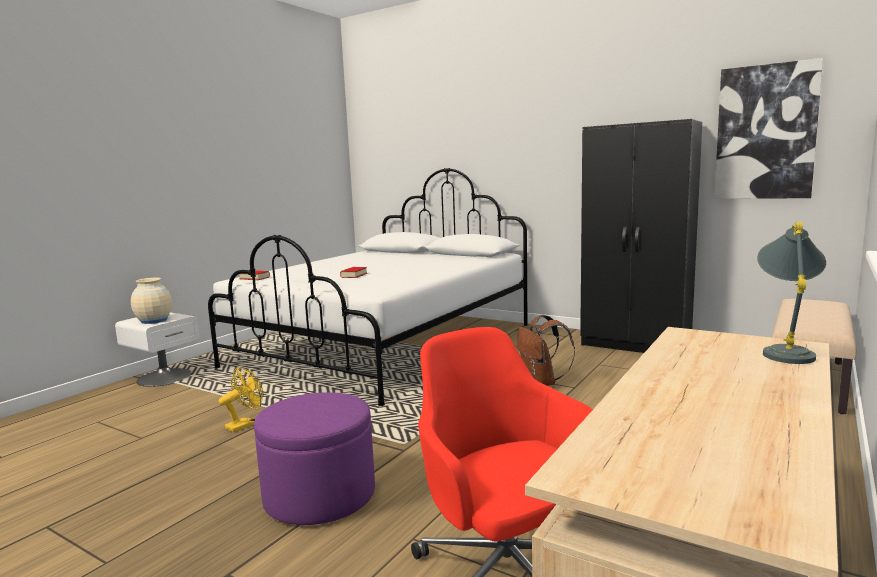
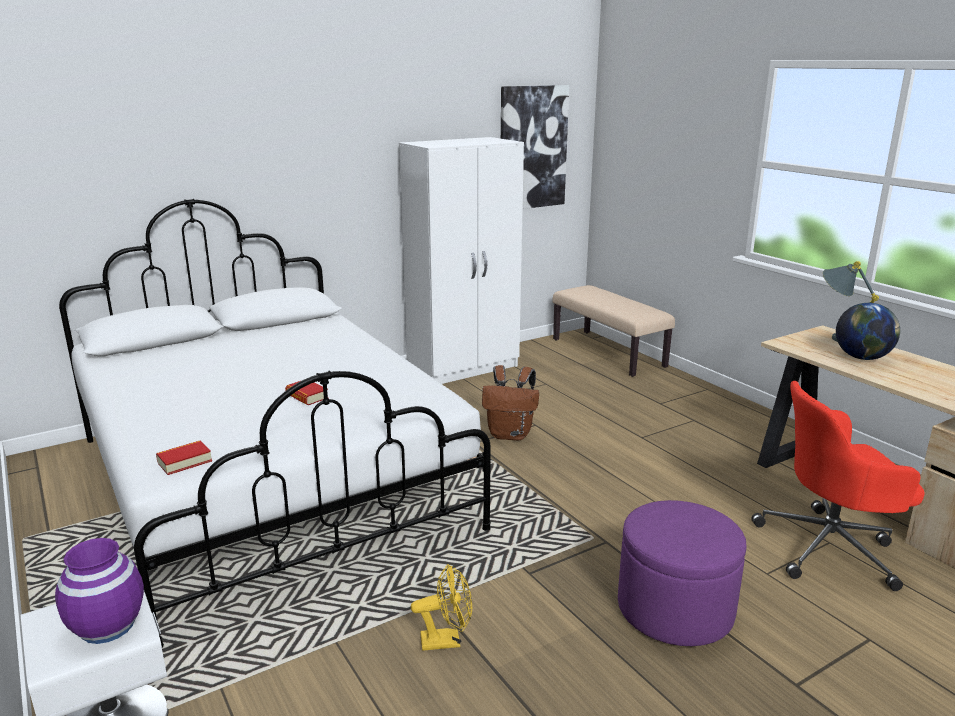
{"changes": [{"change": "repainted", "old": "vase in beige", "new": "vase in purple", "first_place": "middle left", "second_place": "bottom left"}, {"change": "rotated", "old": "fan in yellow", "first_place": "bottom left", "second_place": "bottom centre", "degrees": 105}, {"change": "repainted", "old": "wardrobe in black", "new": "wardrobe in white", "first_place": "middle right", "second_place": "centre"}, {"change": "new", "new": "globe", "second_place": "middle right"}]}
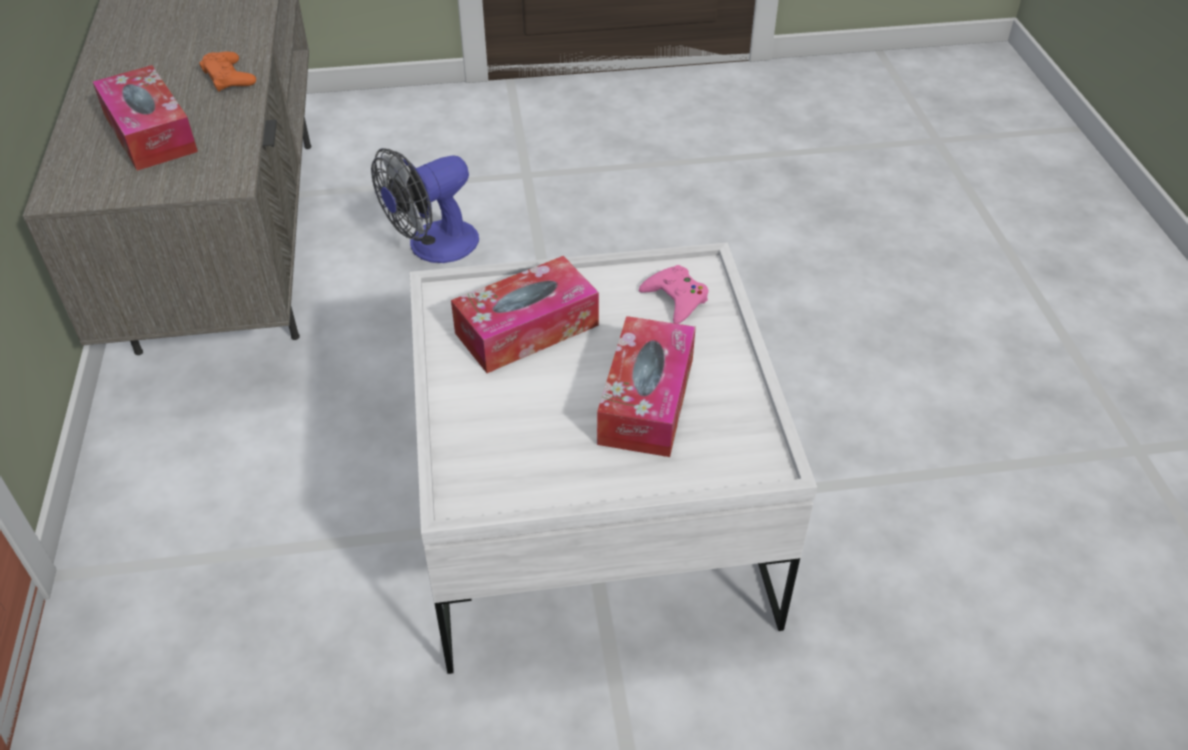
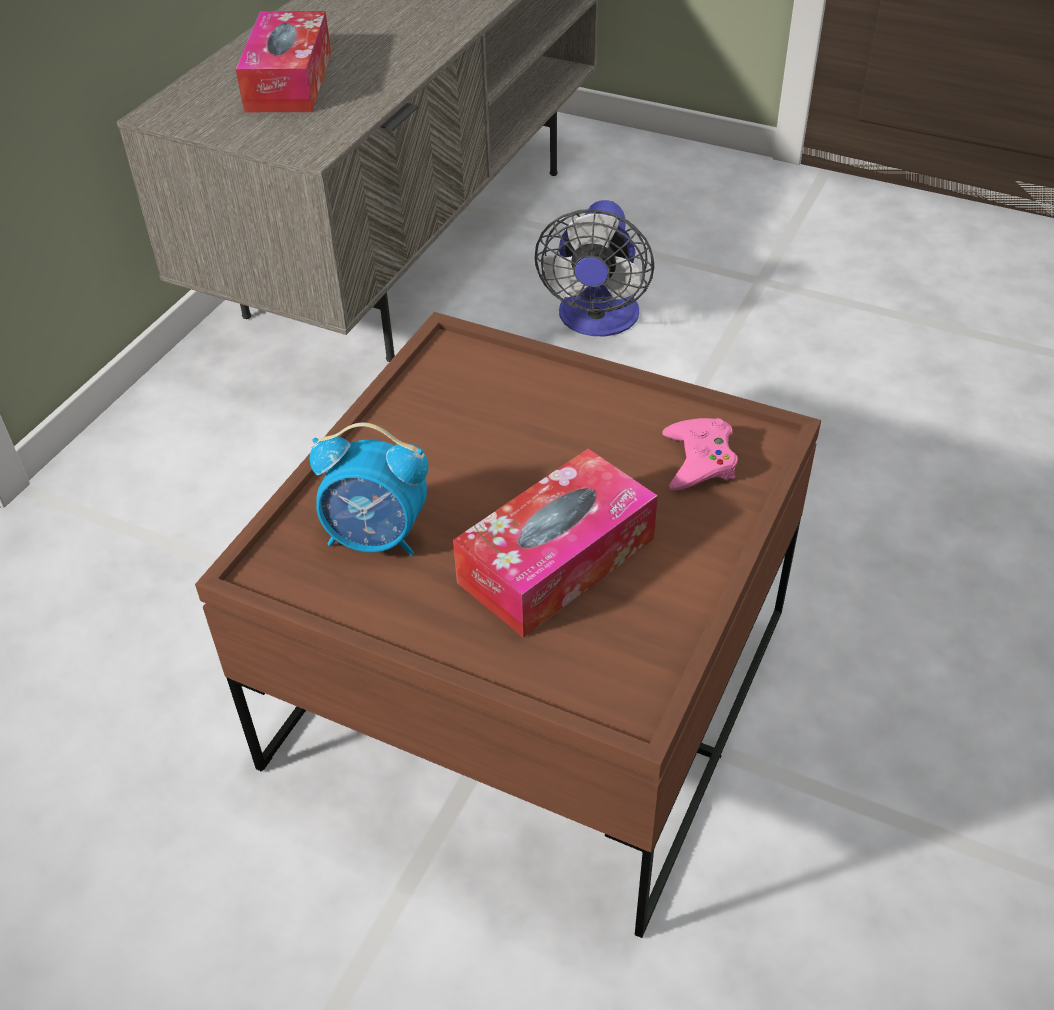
{"changes": [{"change": "gone", "old": "game controller in orange", "first_place": "top left"}, {"change": "rotated", "old": "fan", "first_place": "top centre", "second_place": "top centre", "degrees": -75}, {"change": "repainted", "old": "coffee table in white", "new": "coffee table in brown", "first_place": "centre", "second_place": "centre"}, {"change": "gone", "old": "tissue box (no. 2 from left)", "first_place": "centre"}, {"change": "new", "new": "alarm clock", "second_place": "centre"}]}
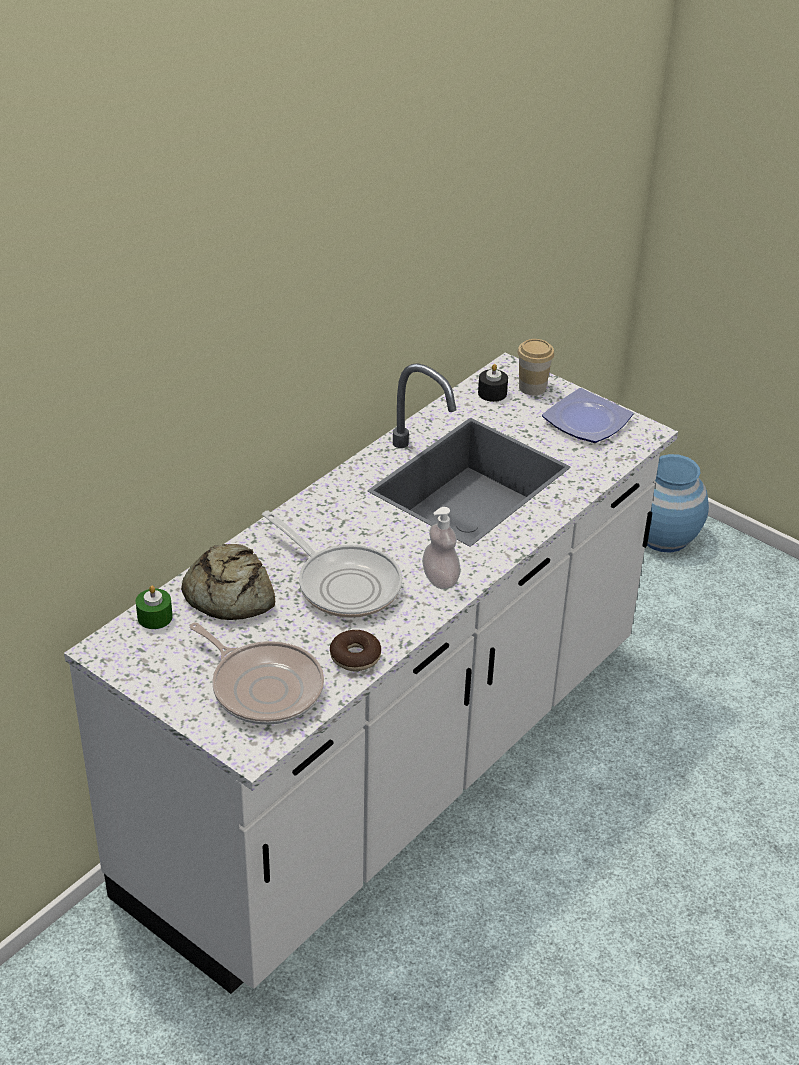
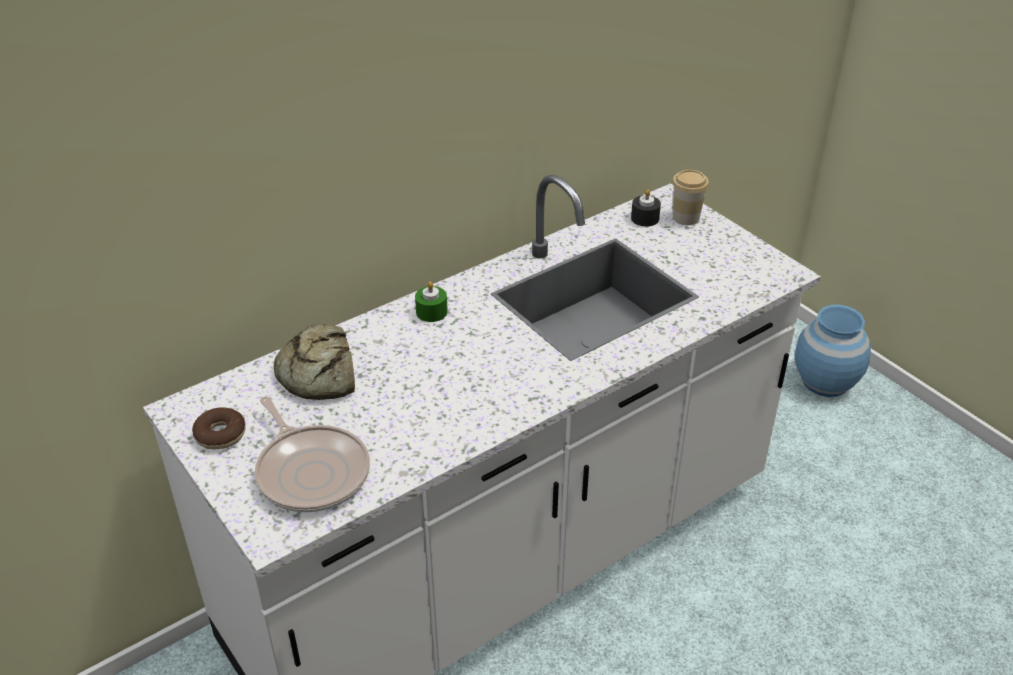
{"changes": [{"change": "shifted", "old": "candle in green", "first_place": "middle left", "second_place": "centre"}, {"change": "gone", "old": "frying pan (no. 2 from left)", "first_place": "centre"}, {"change": "shifted", "old": "donut", "first_place": "centre", "second_place": "middle left"}, {"change": "gone", "old": "soap dispenser", "first_place": "centre"}, {"change": "gone", "old": "plate", "first_place": "middle right"}]}
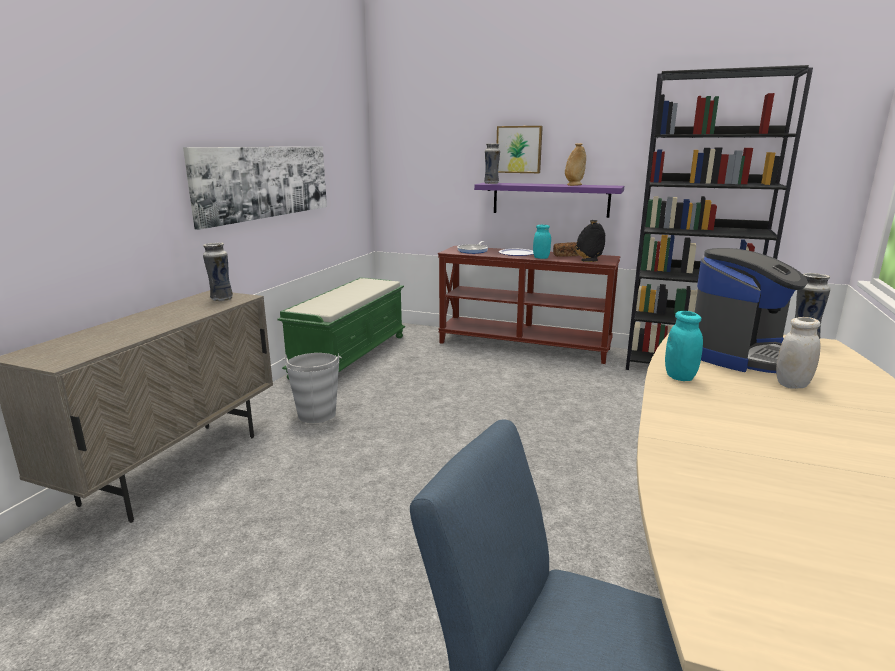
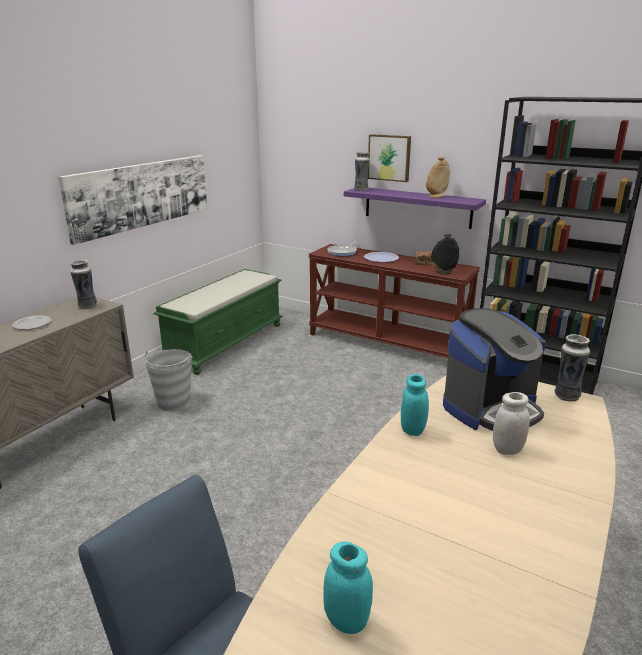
{"changes": [{"change": "shifted", "old": "jar in turquoise (no. 1 from left)", "first_place": "centre", "second_place": "bottom centre"}, {"change": "new", "new": "plate (no. 1 from left)", "second_place": "middle left"}]}
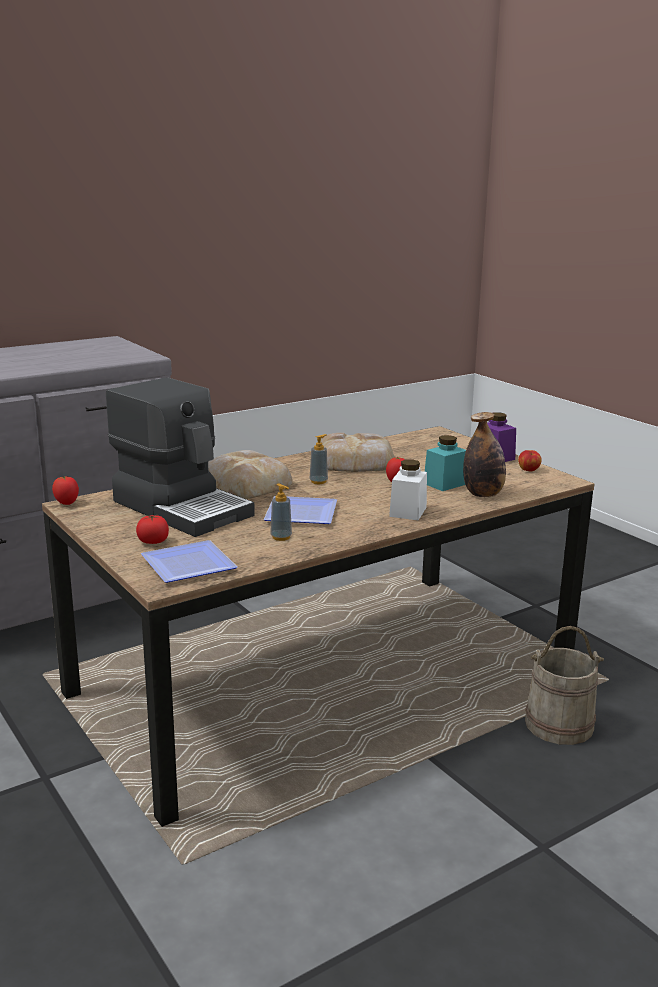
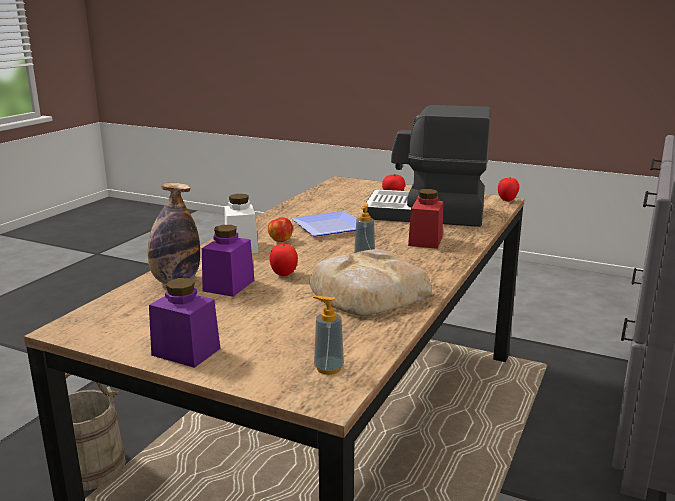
{"changes": [{"change": "gone", "old": "plate (no. 1 from left)", "first_place": "middle left"}, {"change": "swapped", "old": "bread (no. 1 from left)", "new": "jar in red", "first_place": "centre", "second_place": "centre"}, {"change": "shifted", "old": "soap dispenser (no. 1 from left)", "first_place": "centre", "second_place": "bottom centre"}, {"change": "repainted", "old": "jar in turquoise", "new": "jar in purple (no. 2 from left)", "first_place": "middle right", "second_place": "centre"}, {"change": "shifted", "old": "apple", "first_place": "middle right", "second_place": "centre"}]}
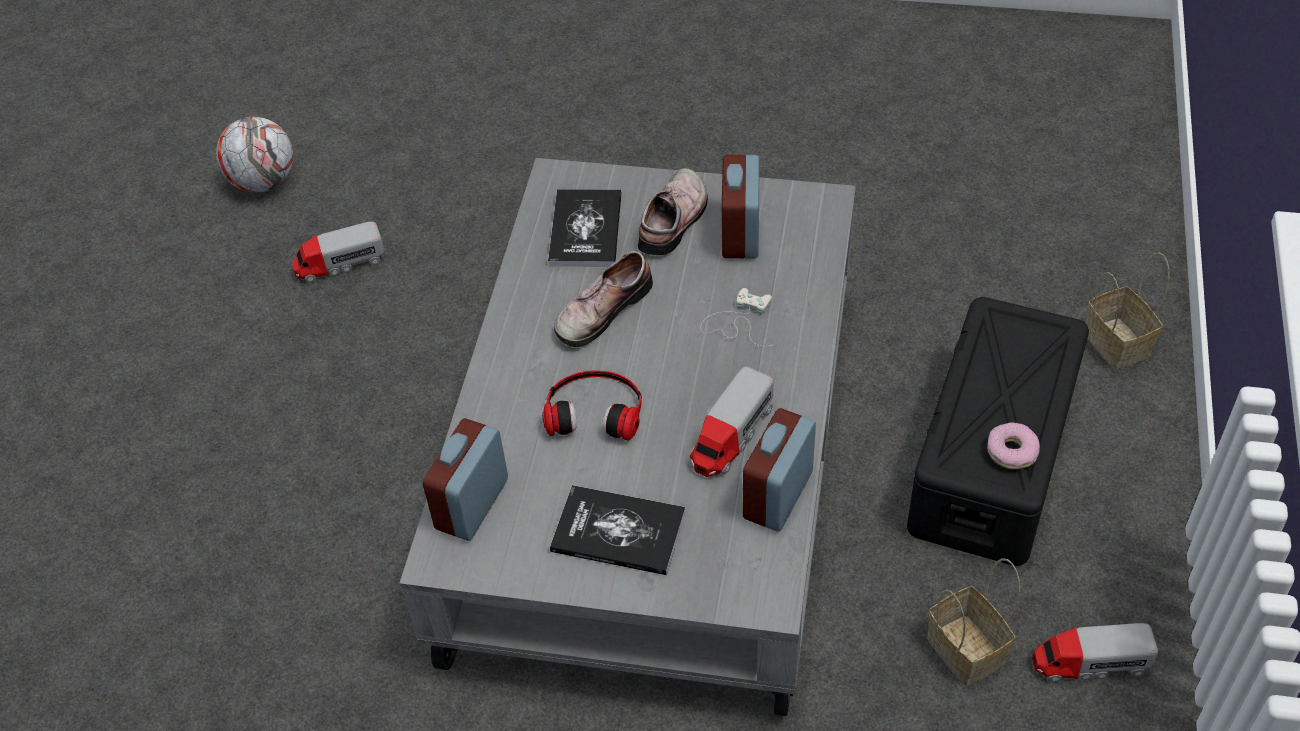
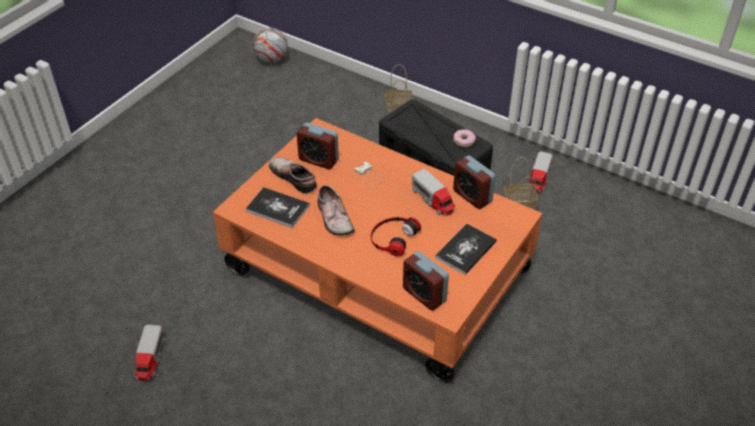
{"changes": [{"change": "shifted", "old": "football", "first_place": "top left", "second_place": "top centre"}, {"change": "repainted", "old": "coffee table in grey", "new": "coffee table in orange", "first_place": "centre", "second_place": "centre"}]}
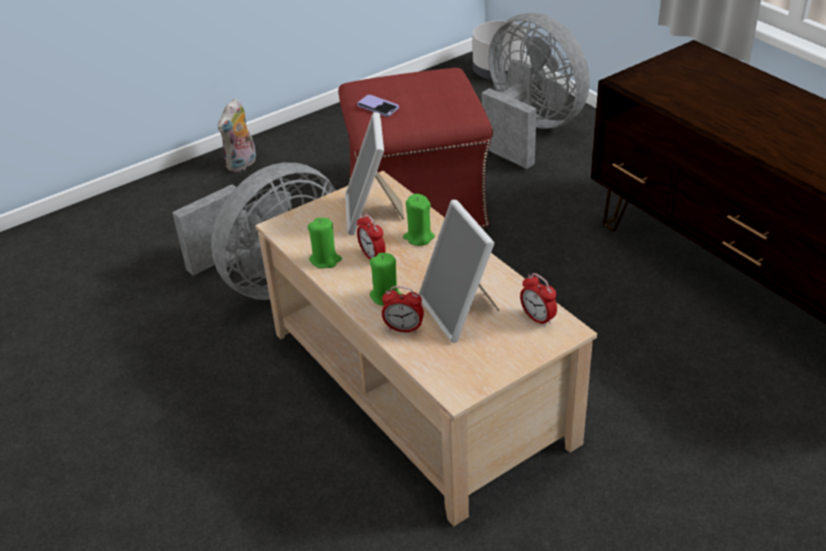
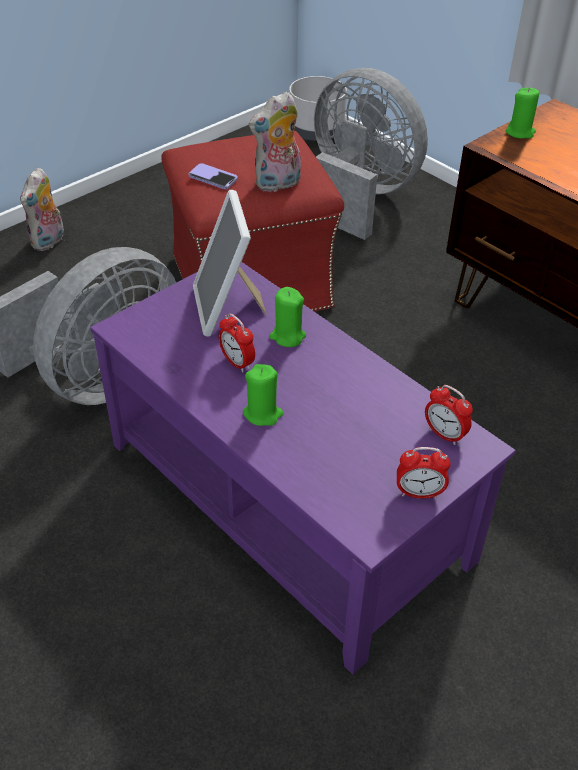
{"changes": [{"change": "repainted", "old": "coffee table in beige", "new": "coffee table in purple", "first_place": "centre", "second_place": "centre"}, {"change": "shifted", "old": "candle in green (no. 1 from left in the first image)", "new": "candle in green (no. 3 from left)", "first_place": "centre", "second_place": "top right"}, {"change": "shifted", "old": "alarm clock (no. 2 from left)", "first_place": "centre", "second_place": "middle right"}, {"change": "gone", "old": "picture frame (no. 2 from left)", "first_place": "centre"}, {"change": "new", "new": "plush toy (no. 2 from left)", "second_place": "top centre"}]}
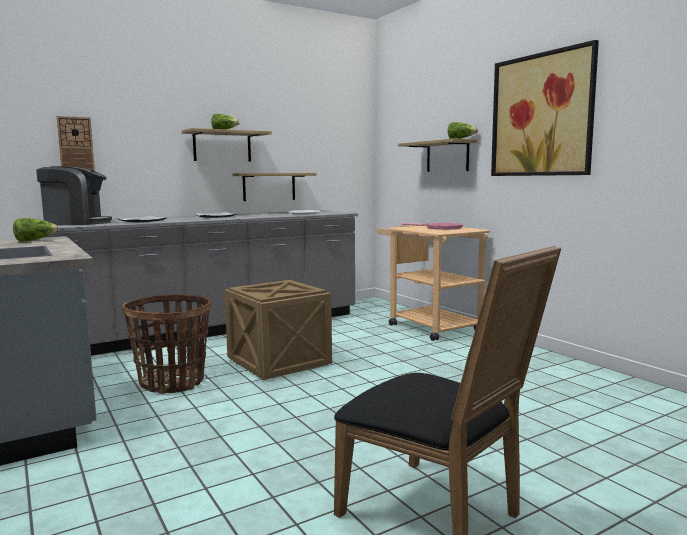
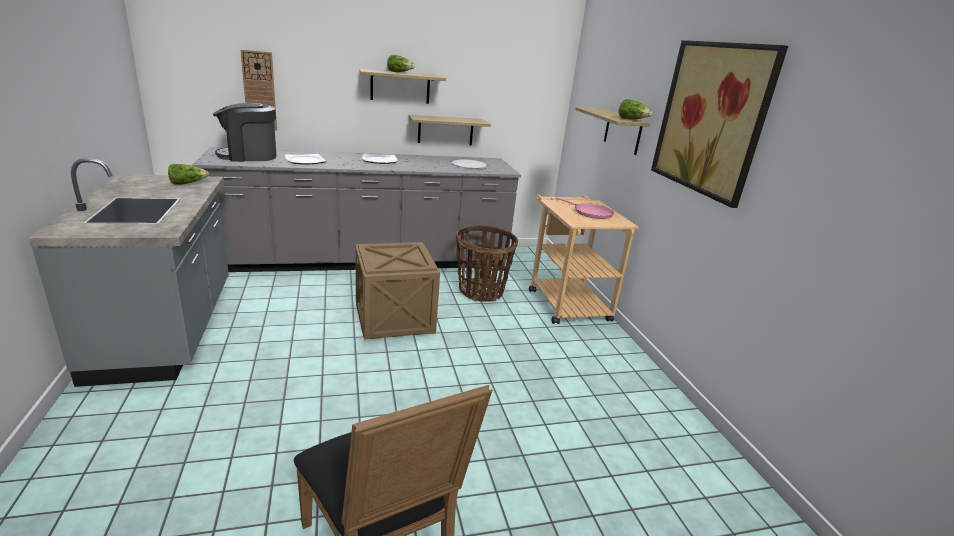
{"changes": [{"change": "rotated", "old": "coffee machine", "first_place": "middle left", "second_place": "top left", "degrees": 150}, {"change": "shifted", "old": "basket", "first_place": "middle left", "second_place": "centre"}]}
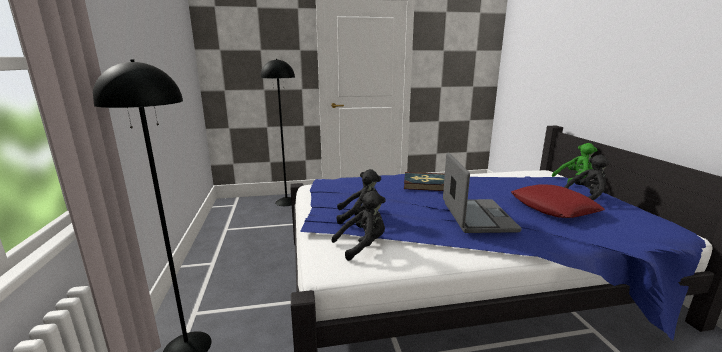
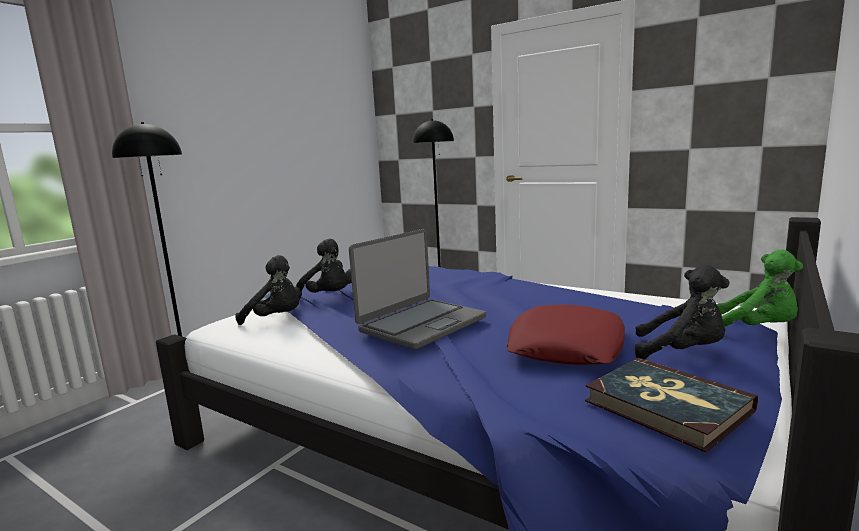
{"changes": [{"change": "shifted", "old": "book", "first_place": "centre", "second_place": "bottom right"}]}
